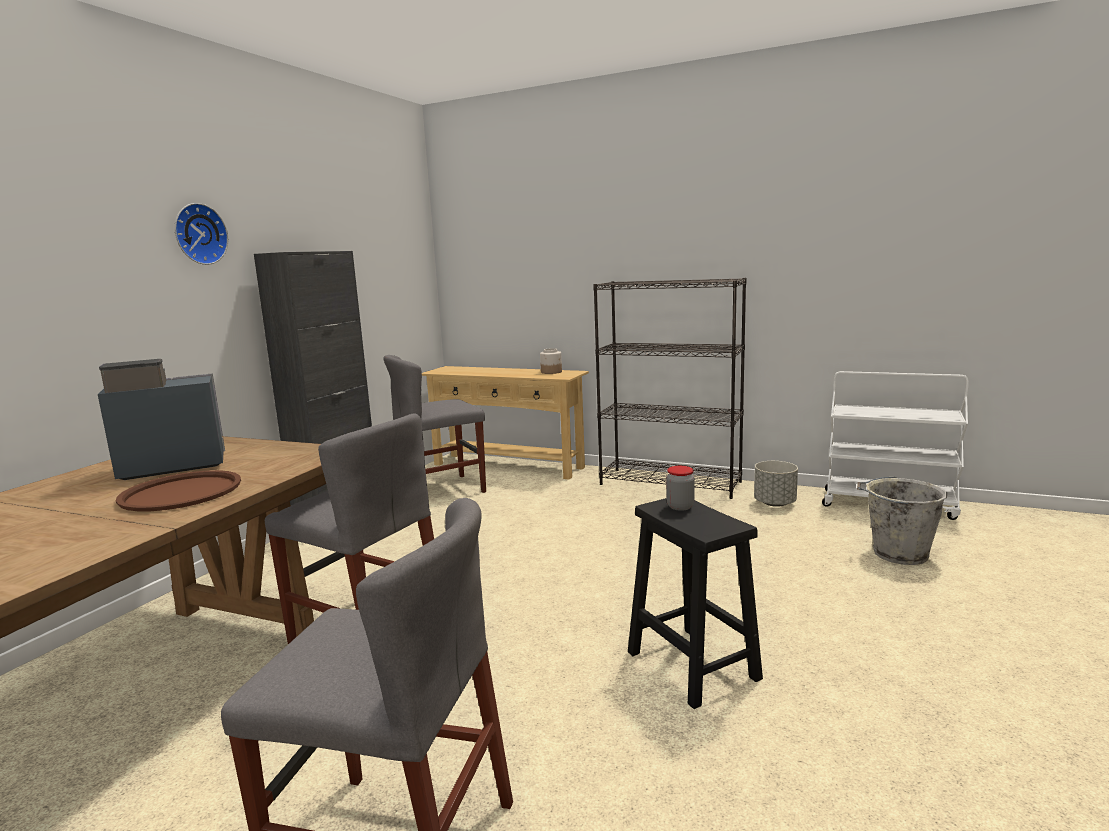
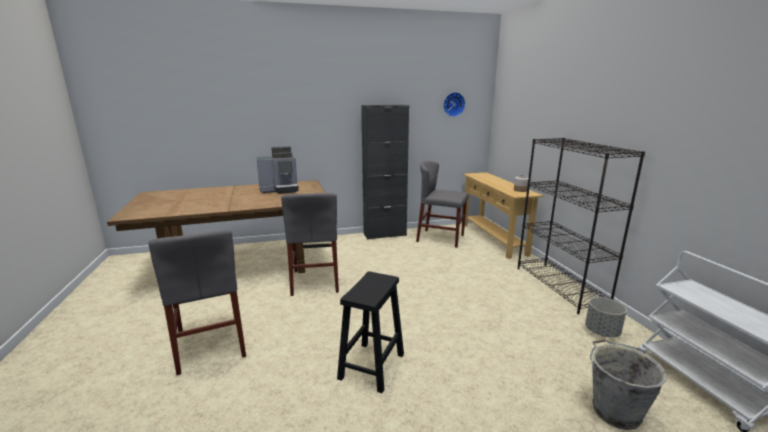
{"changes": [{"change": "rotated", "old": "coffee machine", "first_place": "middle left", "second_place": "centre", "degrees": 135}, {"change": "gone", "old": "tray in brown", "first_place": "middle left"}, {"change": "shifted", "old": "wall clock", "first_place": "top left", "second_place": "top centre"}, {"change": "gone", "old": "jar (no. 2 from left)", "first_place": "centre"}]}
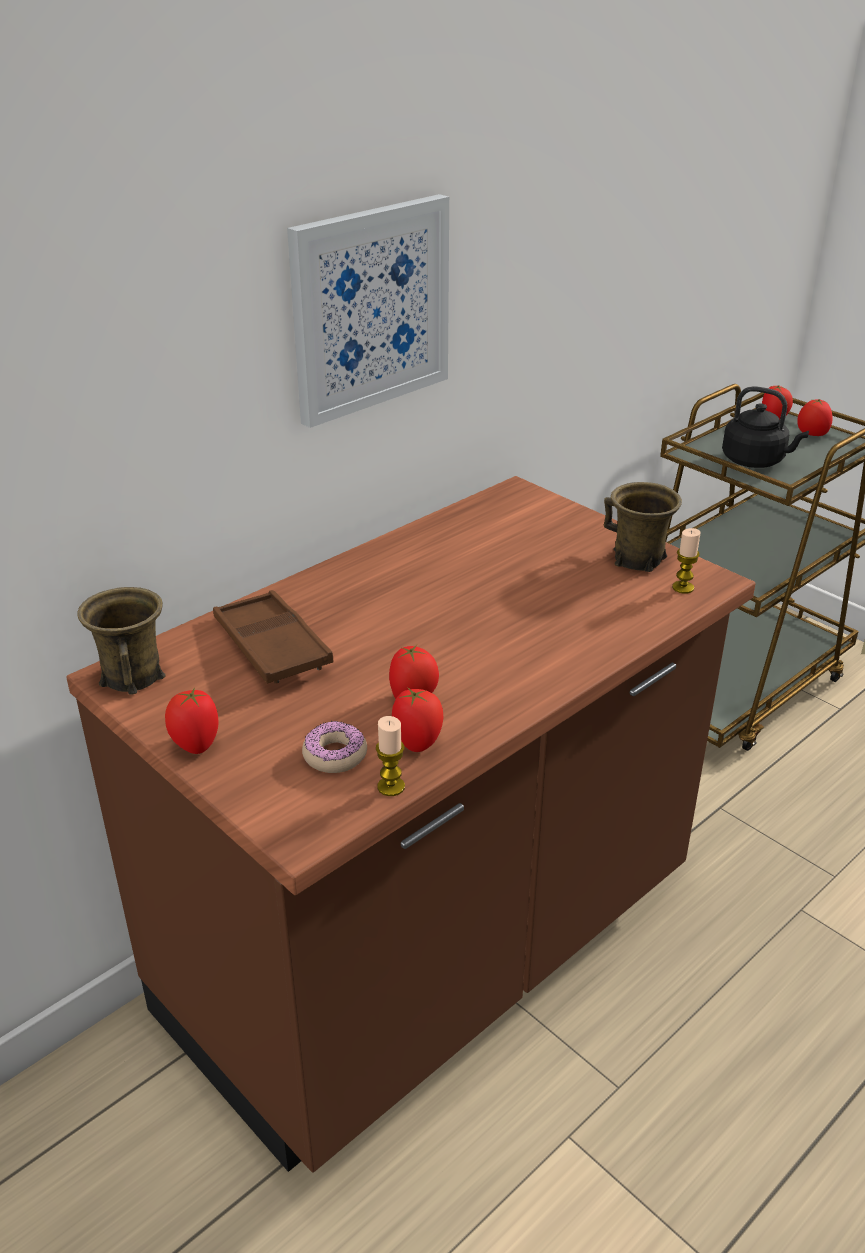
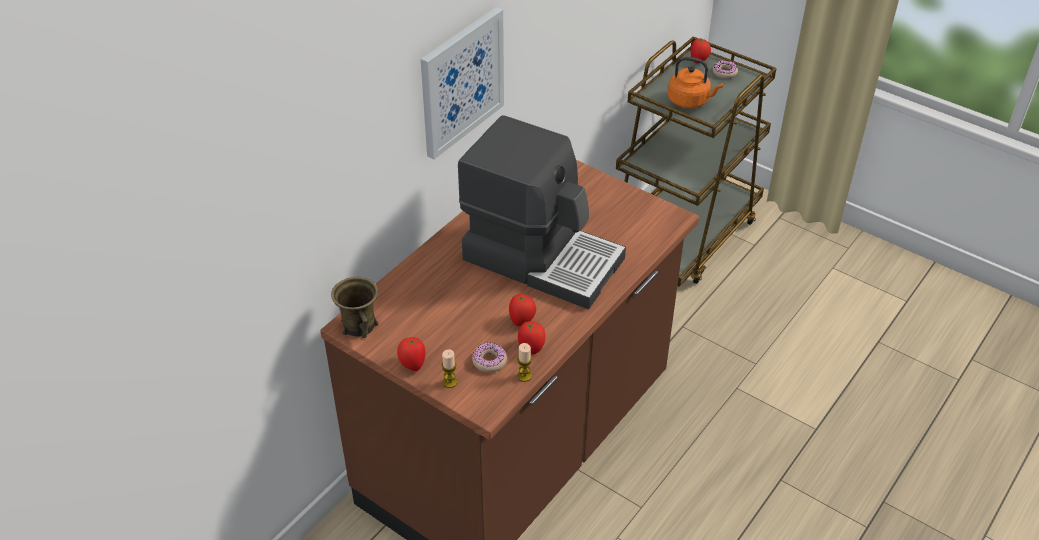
{"changes": [{"change": "gone", "old": "tray in brown", "first_place": "middle left"}, {"change": "gone", "old": "mug in brown (no. 2 from left)", "first_place": "middle right"}, {"change": "shifted", "old": "candle (no. 2 from left in the first image)", "new": "candle (no. 1 from left)", "first_place": "middle right", "second_place": "bottom centre"}, {"change": "repainted", "old": "kettle in black", "new": "kettle in orange", "first_place": "middle right", "second_place": "top right"}, {"change": "swapped", "old": "tomato (no. 5 from left)", "new": "donut (no. 2 from left)", "first_place": "top right", "second_place": "top right"}, {"change": "new", "new": "coffee machine", "second_place": "centre"}]}
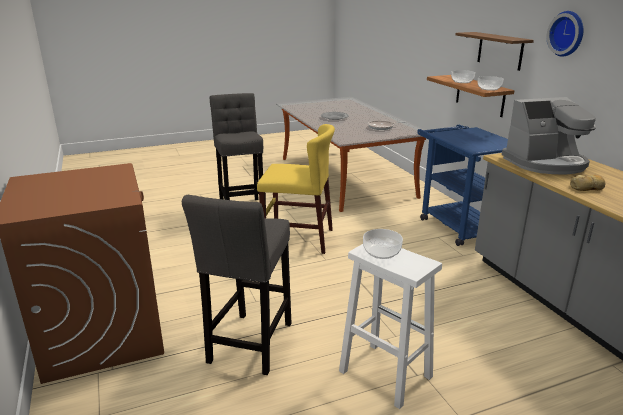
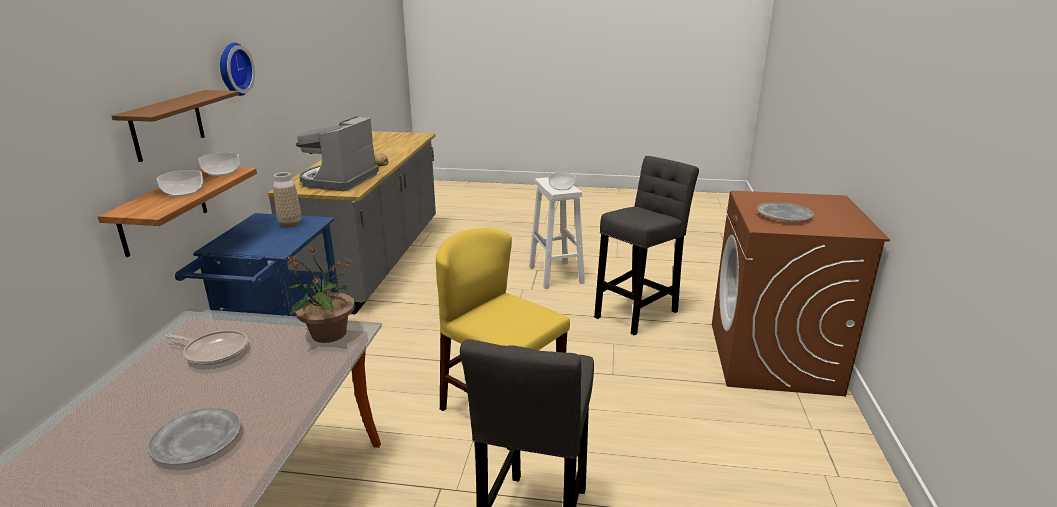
{"changes": [{"change": "rotated", "old": "coffee machine", "first_place": "top right", "second_place": "top left", "degrees": -90}, {"change": "new", "new": "vase", "second_place": "middle left"}, {"change": "new", "new": "potted plant", "second_place": "middle left"}, {"change": "new", "new": "plate in grey (no. 2 from left)", "second_place": "middle right"}]}
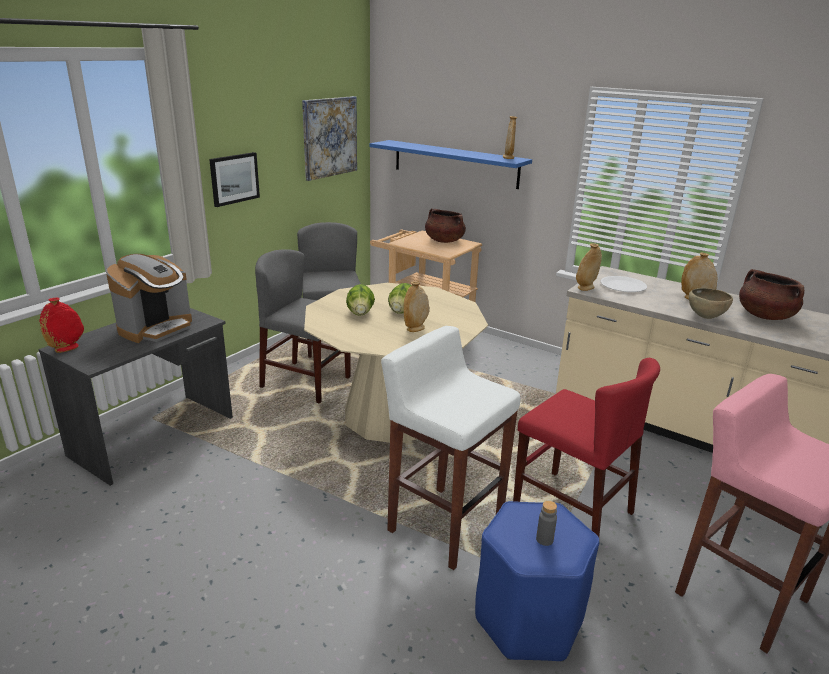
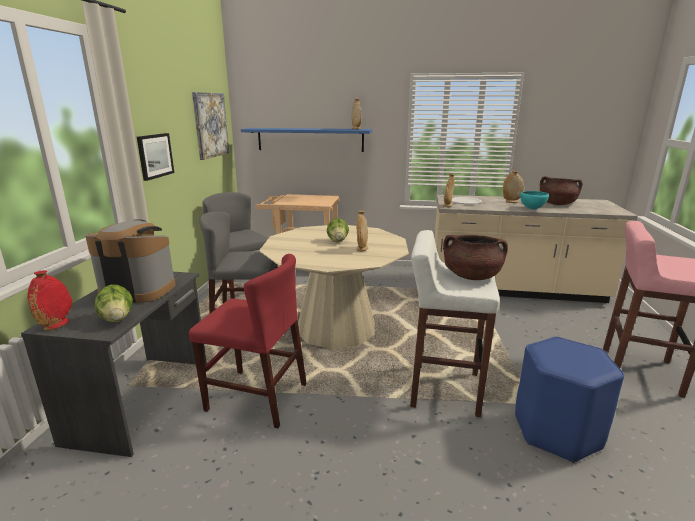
{"changes": [{"change": "rotated", "old": "coffee machine", "first_place": "middle left", "second_place": "middle left", "degrees": -90}, {"change": "shifted", "old": "lettuce (no. 1 from left)", "first_place": "centre", "second_place": "middle left"}, {"change": "shifted", "old": "cooking pot in brown (no. 1 from left)", "first_place": "centre", "second_place": "middle right"}, {"change": "shifted", "old": "chair in red", "first_place": "middle right", "second_place": "centre"}, {"change": "gone", "old": "bottle in grey", "first_place": "bottom centre"}, {"change": "repainted", "old": "bowl in brown", "new": "bowl in turquoise", "first_place": "middle right", "second_place": "middle right"}]}
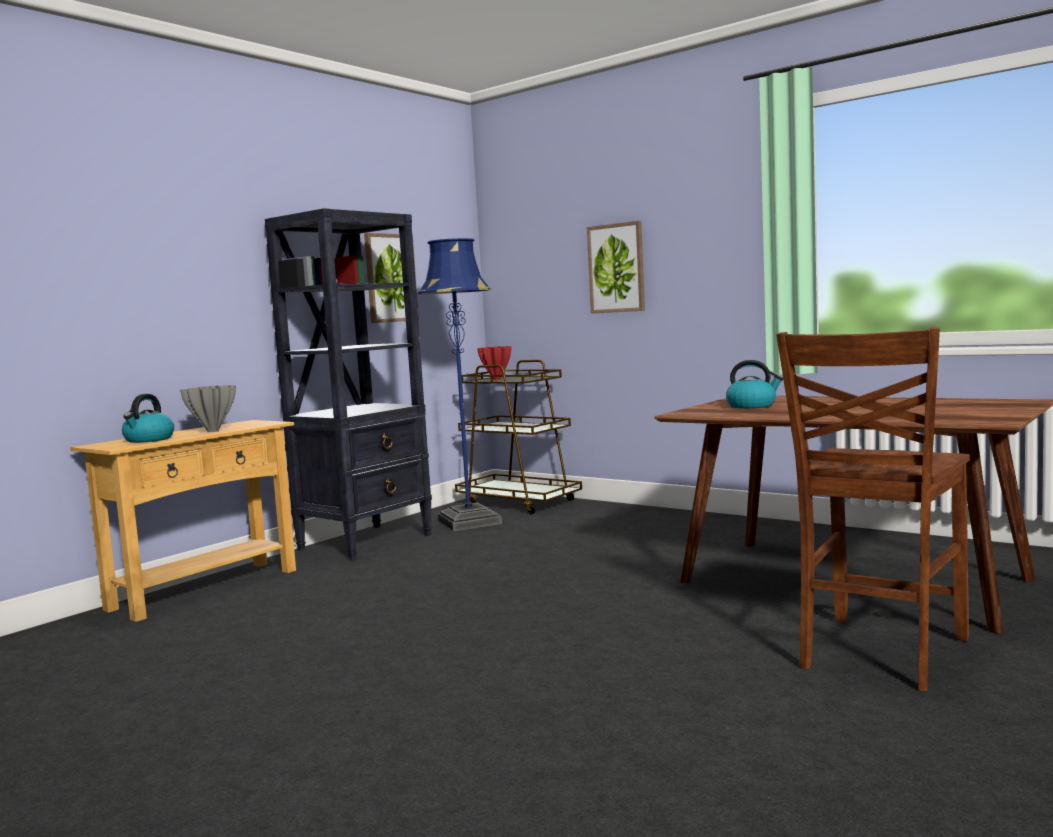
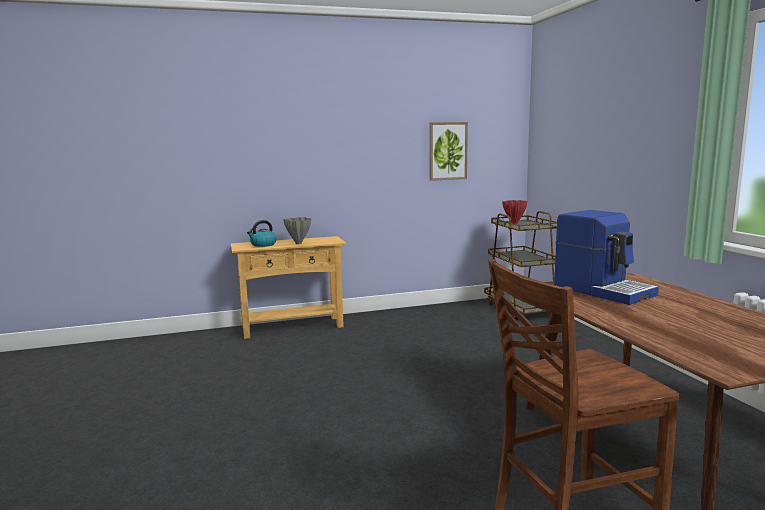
{"changes": [{"change": "gone", "old": "bookcase in black", "first_place": "middle left"}, {"change": "gone", "old": "floor lamp in blue", "first_place": "centre"}, {"change": "gone", "old": "picture (no. 2 from left)", "first_place": "top centre"}, {"change": "swapped", "old": "kettle (no. 2 from left)", "new": "coffee machine", "first_place": "middle right", "second_place": "middle right"}]}
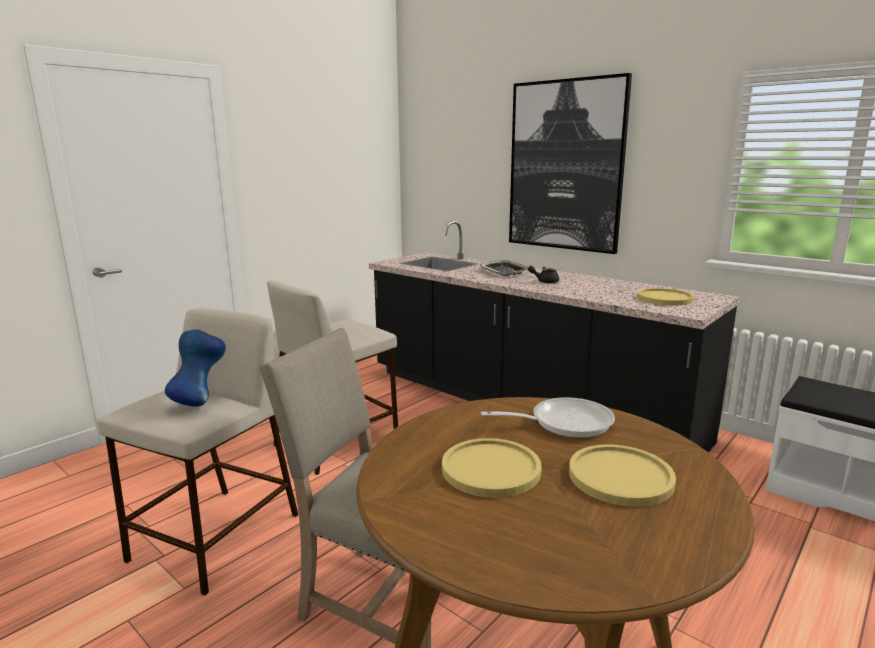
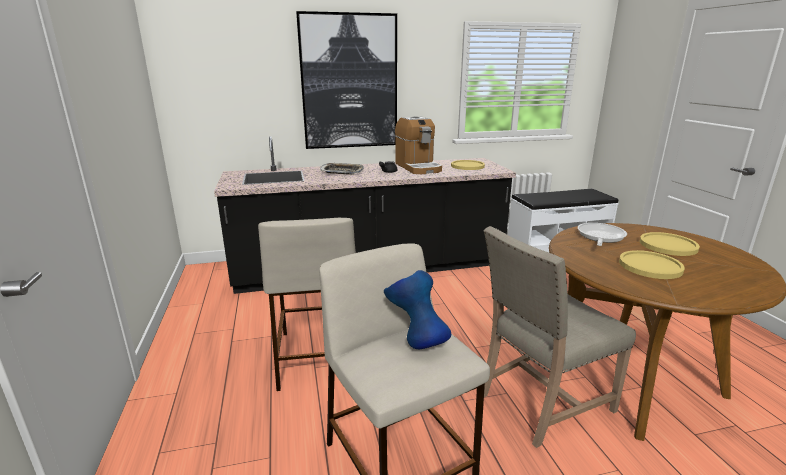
{"changes": [{"change": "new", "new": "coffee machine", "second_place": "top centre"}]}
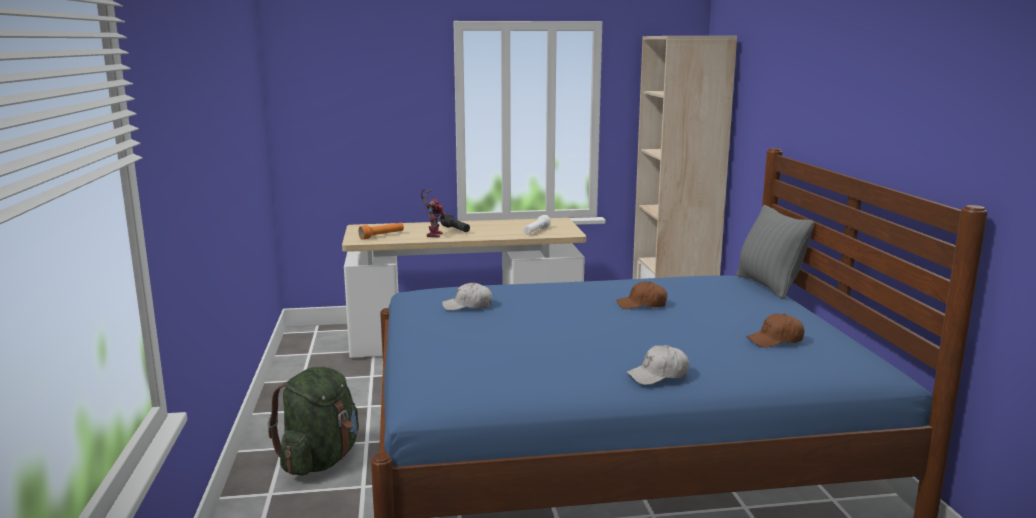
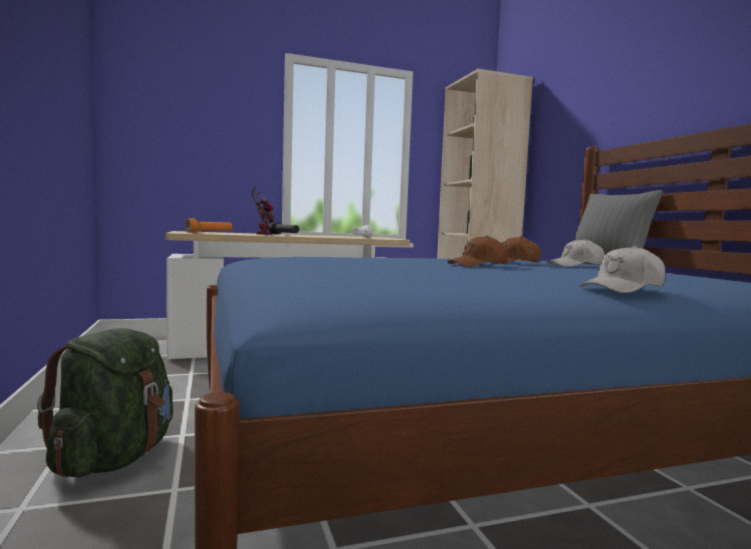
{"changes": [{"change": "shifted", "old": "cap in white (no. 1 from left)", "first_place": "centre", "second_place": "middle right"}, {"change": "shifted", "old": "cap in brown (no. 2 from left in the first image)", "new": "cap in brown (no. 1 from left)", "first_place": "middle right", "second_place": "centre"}]}
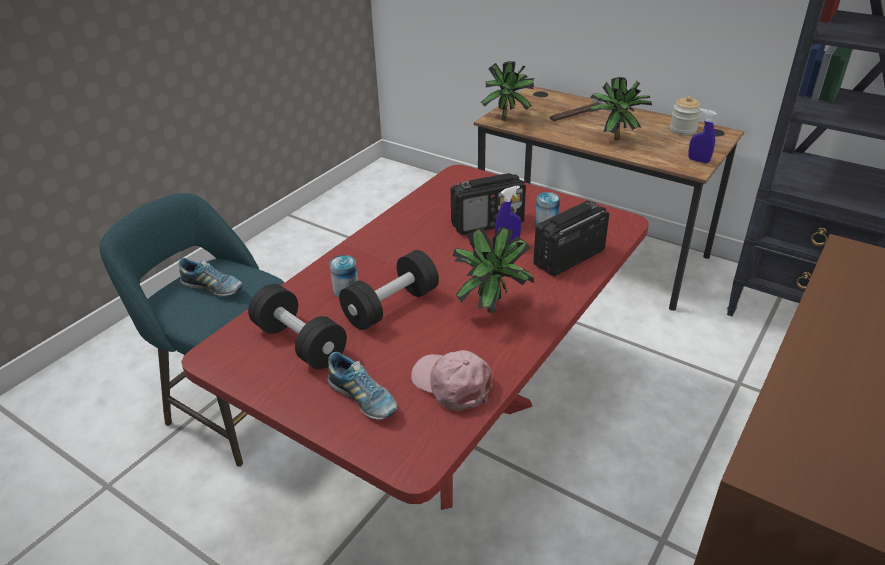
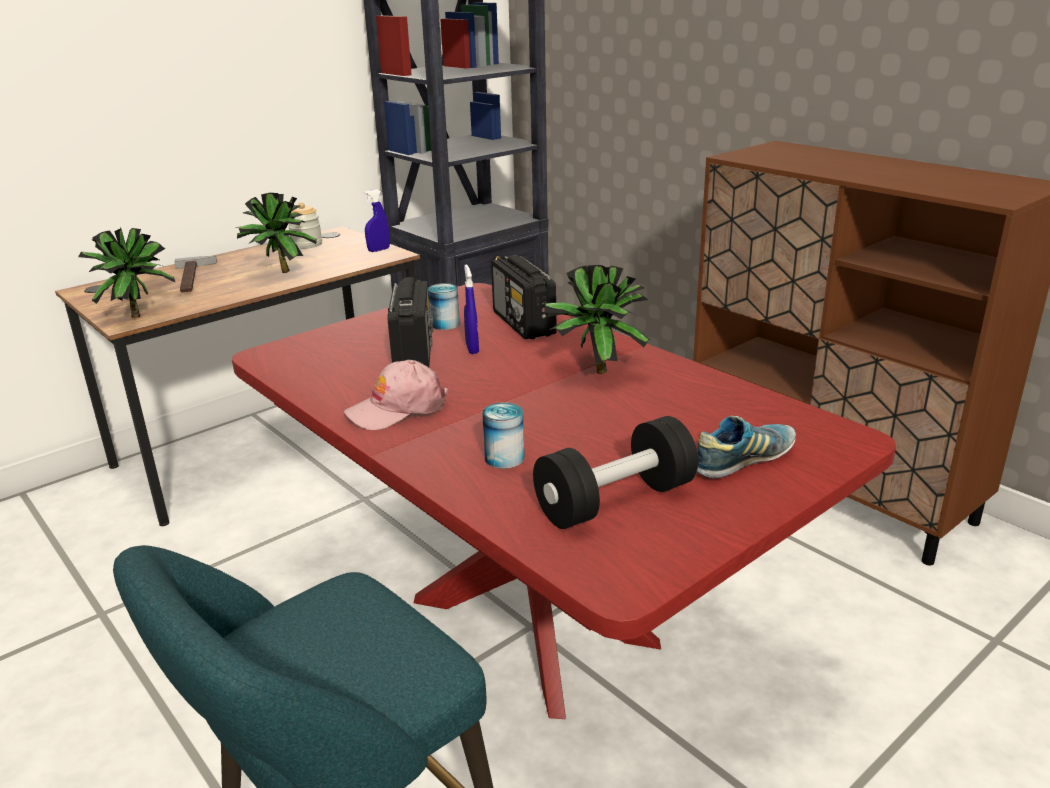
{"changes": [{"change": "gone", "old": "shoe (no. 1 from left)", "first_place": "middle left"}, {"change": "gone", "old": "dumbbell in black (no. 2 from left)", "first_place": "centre"}, {"change": "shifted", "old": "cap in pink", "first_place": "bottom centre", "second_place": "centre"}]}
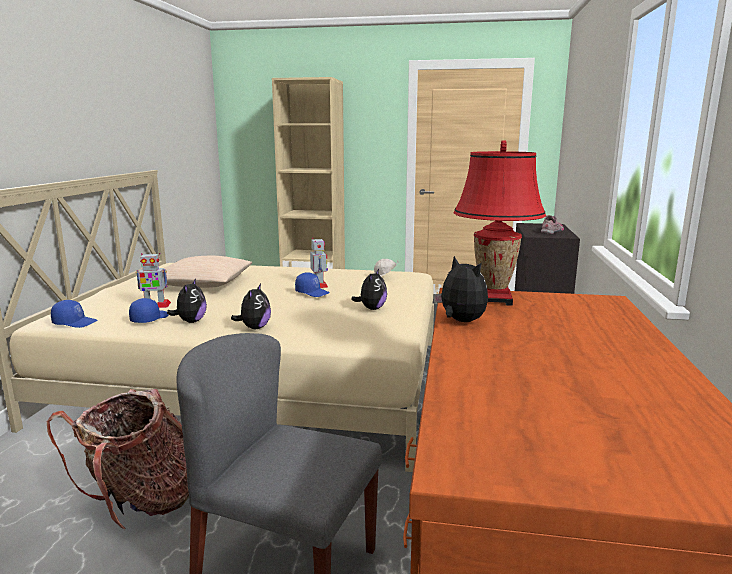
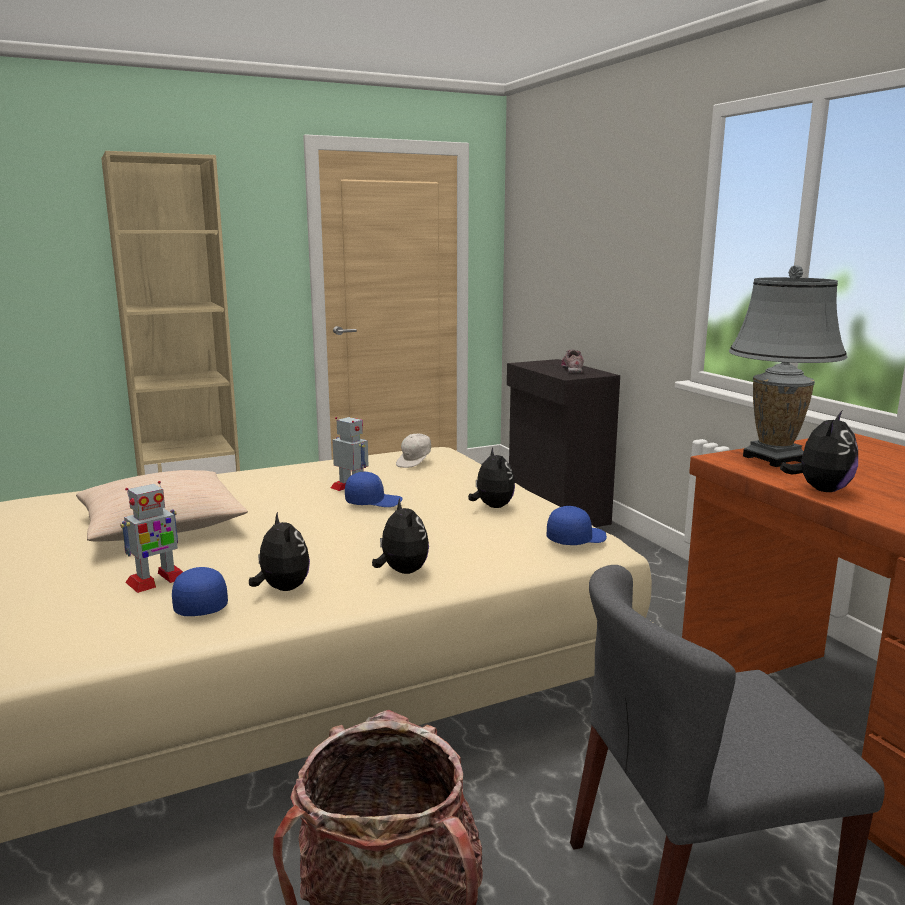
{"changes": [{"change": "shifted", "old": "cap in blue (no. 1 from left in the first image)", "new": "cap in blue (no. 3 from left)", "first_place": "middle left", "second_place": "centre"}, {"change": "rotated", "old": "plush toy (no. 4 from left)", "first_place": "centre", "second_place": "middle right", "degrees": 105}, {"change": "repainted", "old": "table lamp in red", "new": "table lamp in grey", "first_place": "middle right", "second_place": "middle right"}]}
